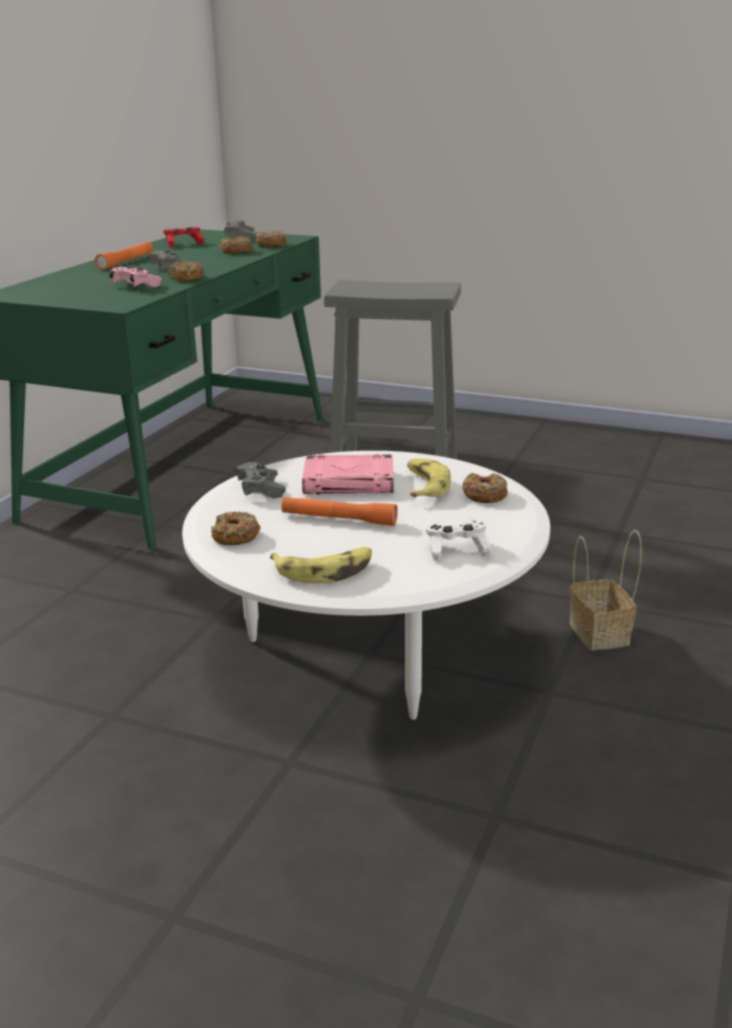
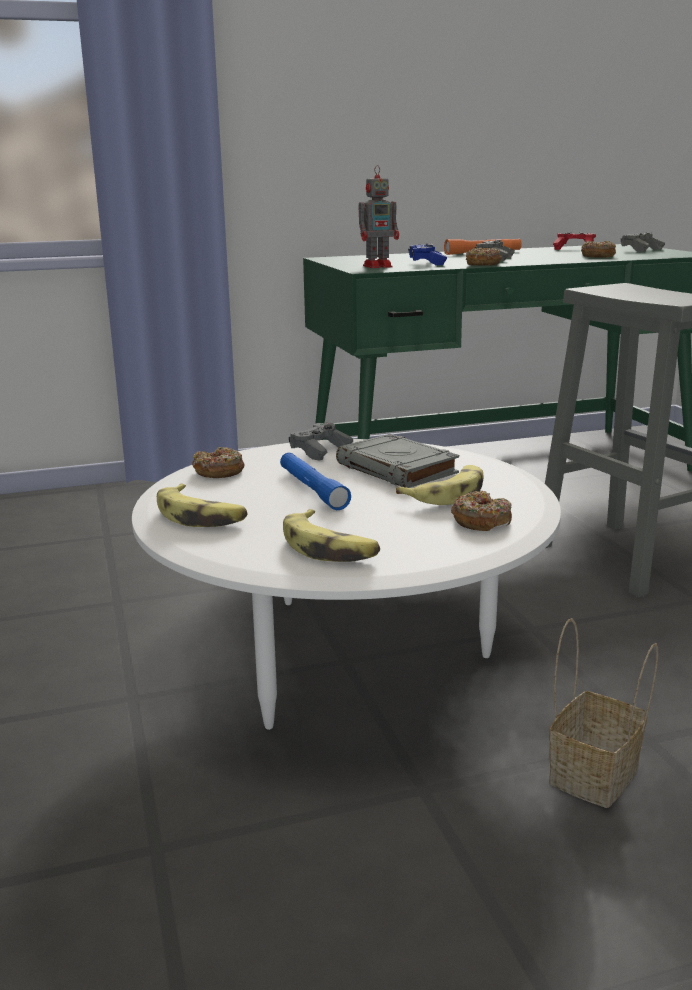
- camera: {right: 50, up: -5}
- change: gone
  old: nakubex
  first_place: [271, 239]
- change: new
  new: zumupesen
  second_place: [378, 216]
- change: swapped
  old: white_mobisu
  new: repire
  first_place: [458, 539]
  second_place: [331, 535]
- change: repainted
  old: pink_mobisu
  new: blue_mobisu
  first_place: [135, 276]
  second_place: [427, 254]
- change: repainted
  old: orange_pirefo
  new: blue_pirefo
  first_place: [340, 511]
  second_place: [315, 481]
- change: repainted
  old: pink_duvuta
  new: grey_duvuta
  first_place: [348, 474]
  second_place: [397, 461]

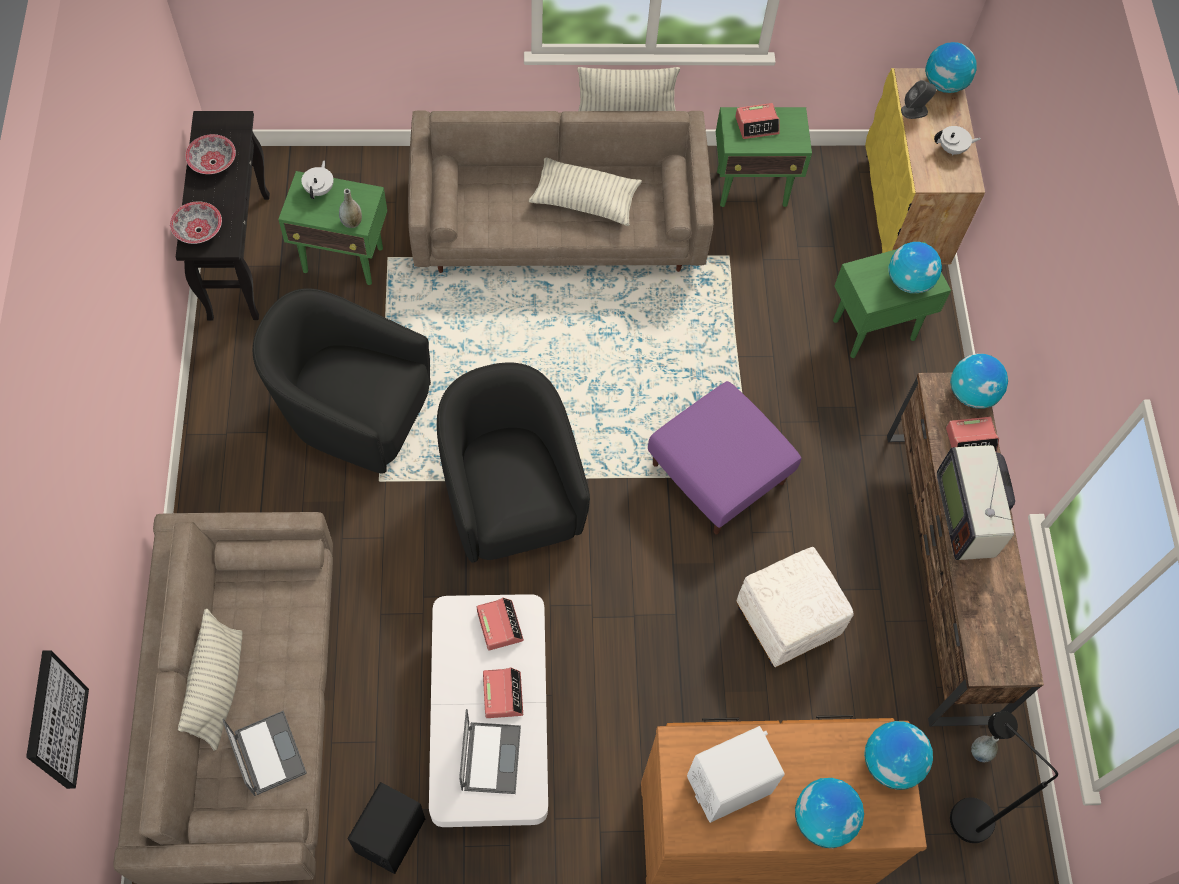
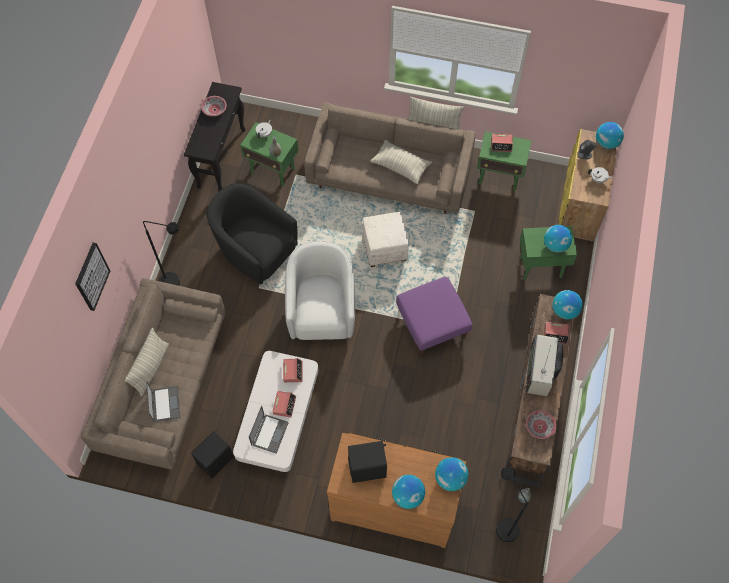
- camera: {right: 20, up: 0}
- change: new
  new: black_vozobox
  second_place: [161, 253]
- change: shifted
  old: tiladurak
  first_place: [57, 719]
  second_place: [92, 276]
- change: shifted
  old: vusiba
  first_place: [196, 222]
  second_place: [541, 424]
- change: shifted
  old: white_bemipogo
  first_place: [795, 607]
  second_place: [385, 239]
- change: repainted
  old: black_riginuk
  new: white_riginuk
  first_place: [513, 462]
  second_place: [320, 290]
- change: repainted
  old: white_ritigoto
  new: black_ritigoto
  first_place: [736, 774]
  second_place: [367, 462]

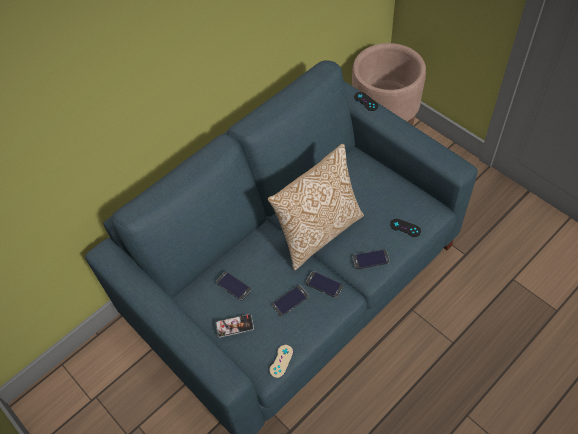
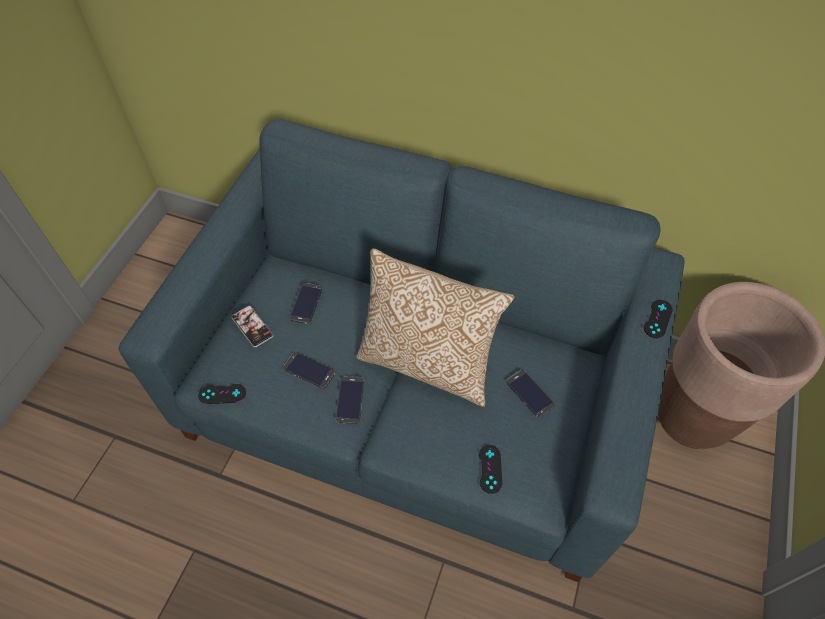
- camera: {right: 60, up: 0}
- change: shifted
  old: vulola
  first_place: [371, 259]
  second_place: [531, 393]
- change: repainted
  old: beige_mobisu
  new: black_mobisu
  first_place: [281, 361]
  second_place: [222, 394]

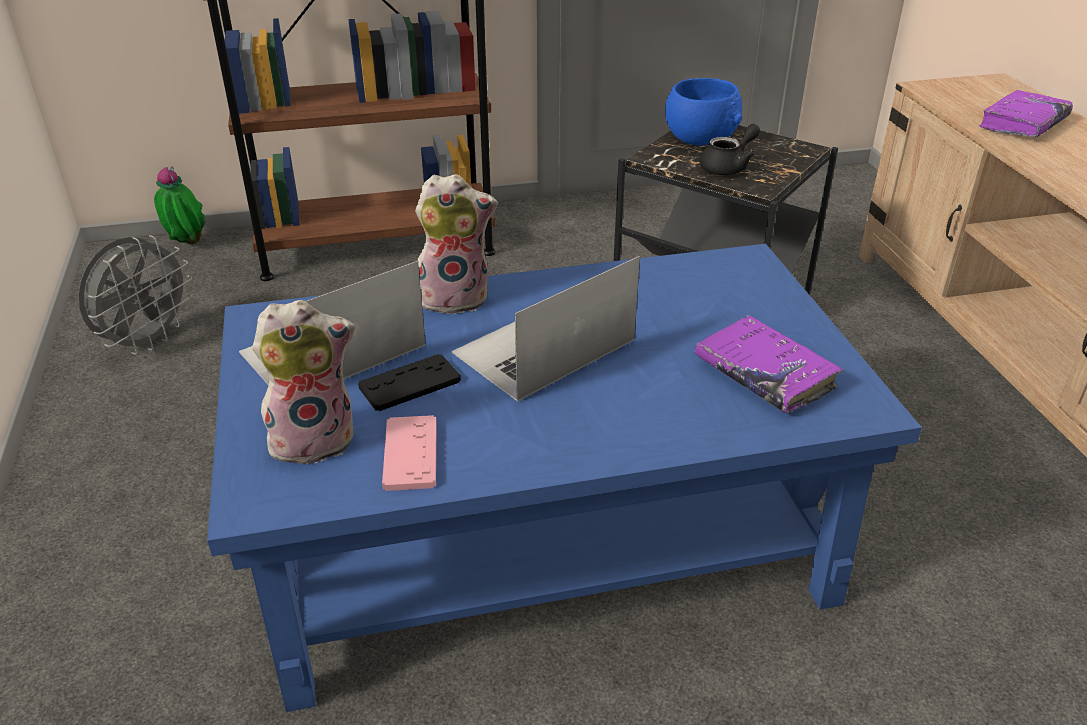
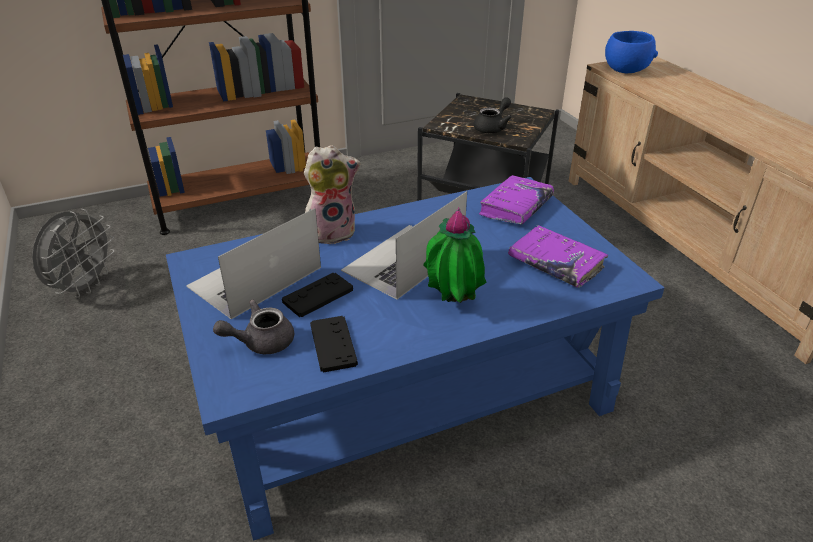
- camera: {right: -10, up: 0}
- change: shifted
  old: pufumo
  first_place: [179, 205]
  second_place: [455, 255]
- change: shifted
  old: blue_vusiba
  first_place: [703, 111]
  second_place: [631, 52]
- change: shifted
  old: purple_duvuta
  first_place: [1026, 113]
  second_place: [516, 199]
- change: swapped
  old: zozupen
  new: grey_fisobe
  first_place: [303, 382]
  second_place: [253, 327]
- change: repainted
  old: pink_mobisu
  new: black_mobisu
  first_place: [409, 453]
  second_place: [334, 344]

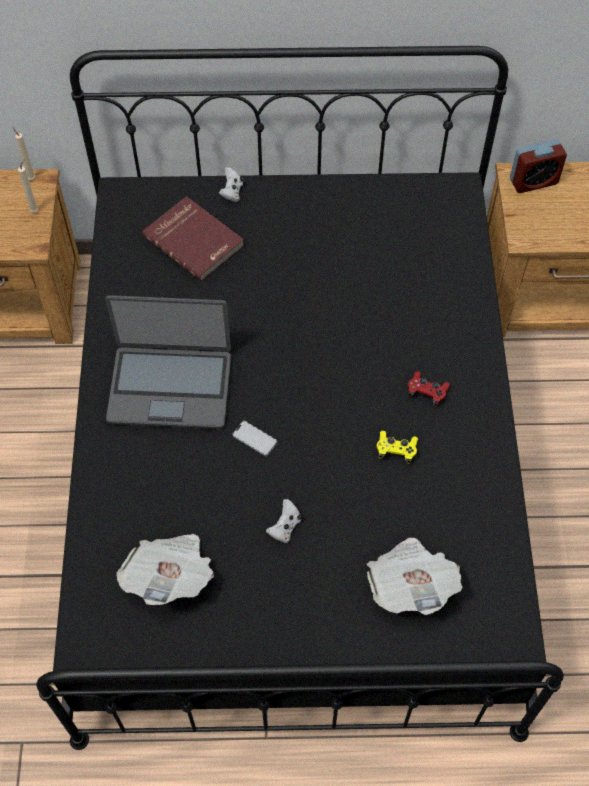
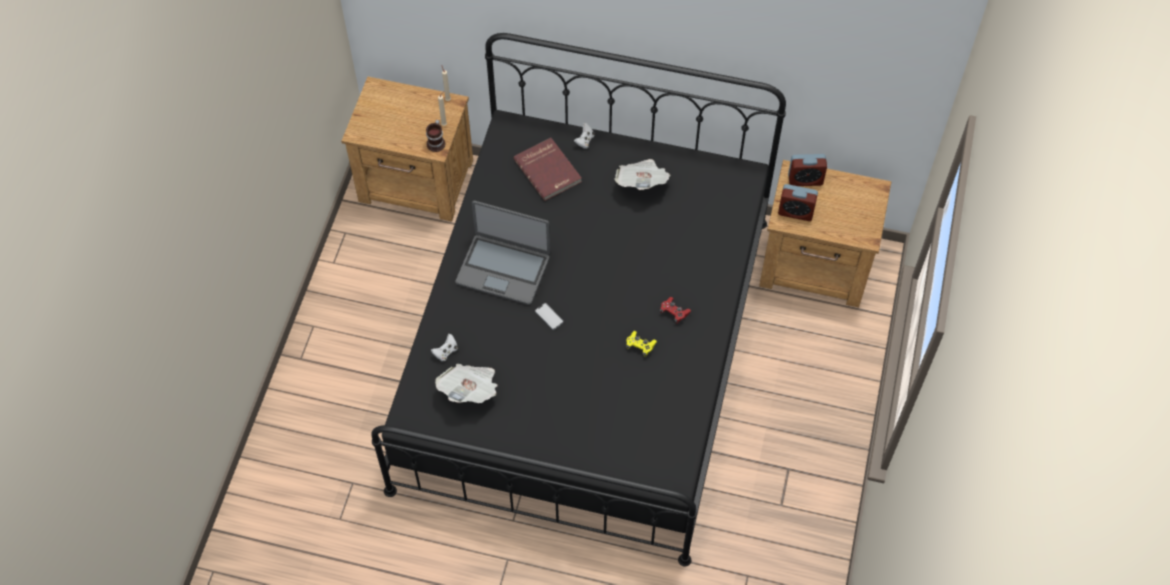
- camera: {right: 15, up: 0}
- change: new
  new: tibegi
  second_place: [435, 136]
- change: new
  new: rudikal
  second_place: [798, 202]
- change: shifted
  old: white_mobisu
  first_place: [284, 521]
  second_place: [444, 348]
- change: shifted
  old: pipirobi
  first_place: [415, 576]
  second_place: [642, 174]

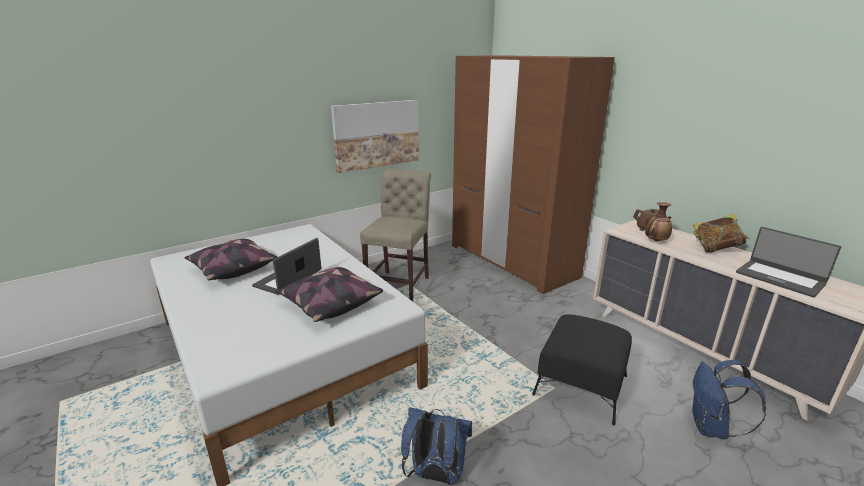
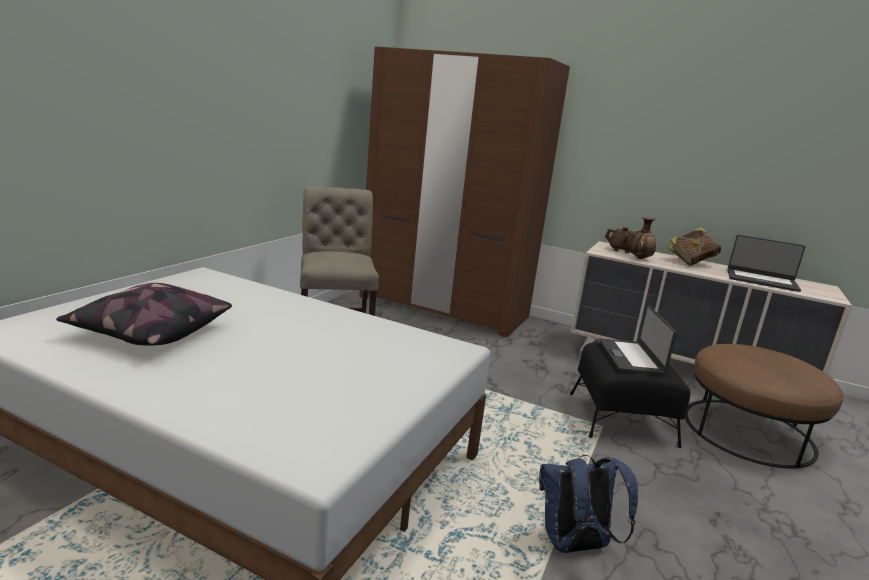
- camera: {right: -30, up: -5}
- change: gone
  old: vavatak
  first_place: [329, 294]
- change: gone
  old: tiladurak
  first_place: [375, 136]
- change: shifted
  old: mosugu
  first_place: [286, 266]
  second_place: [638, 340]
- change: swapped
  old: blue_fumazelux
  new: brown_bemipogo
  first_place: [729, 399]
  second_place: [764, 406]

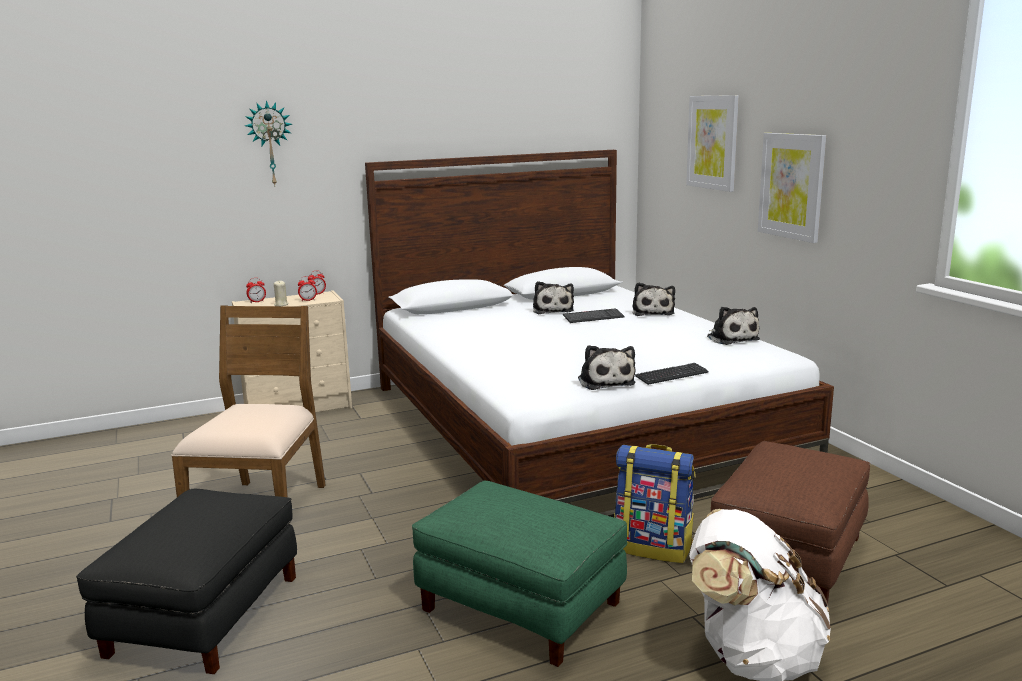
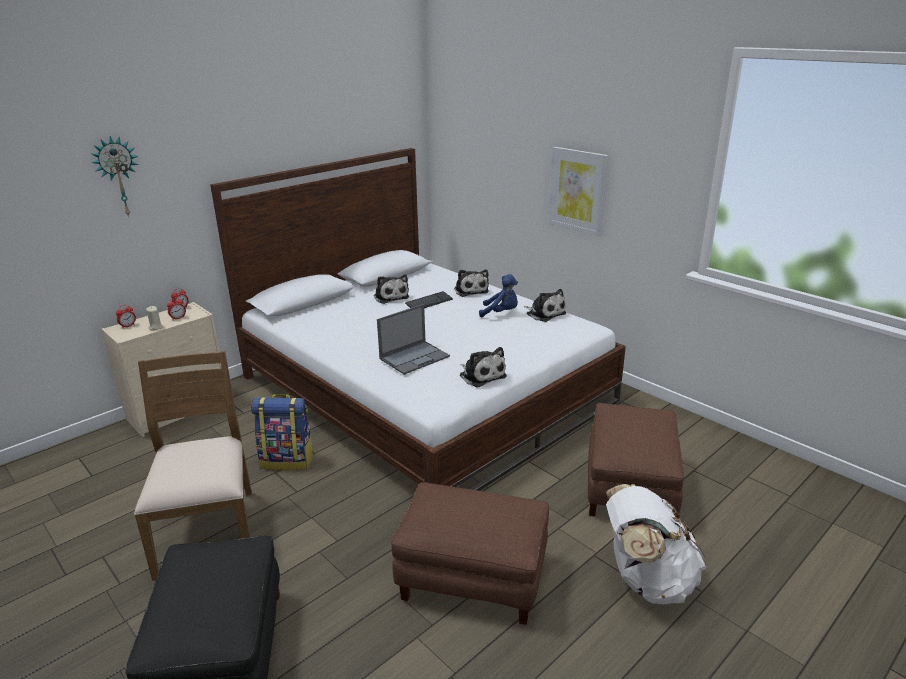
- camera: {right: -20, up: 10}
- change: gone
  old: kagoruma
  first_place: [672, 374]
- change: gone
  old: tiladurak
  first_place: [712, 143]
- change: new
  new: mosugu
  second_place: [413, 339]
- change: new
  new: blue_zozupen
  second_place: [498, 295]
- change: shifted
  old: fumazelux
  first_place: [654, 503]
  second_place: [282, 432]
- change: repainted
  old: green_bemipogo
  new: brown_bemipogo
  first_place: [520, 574]
  second_place: [470, 553]

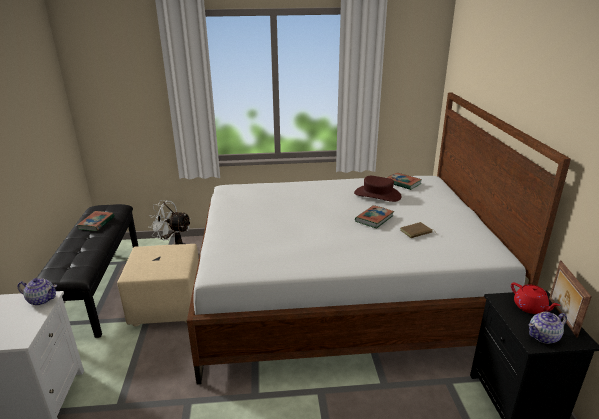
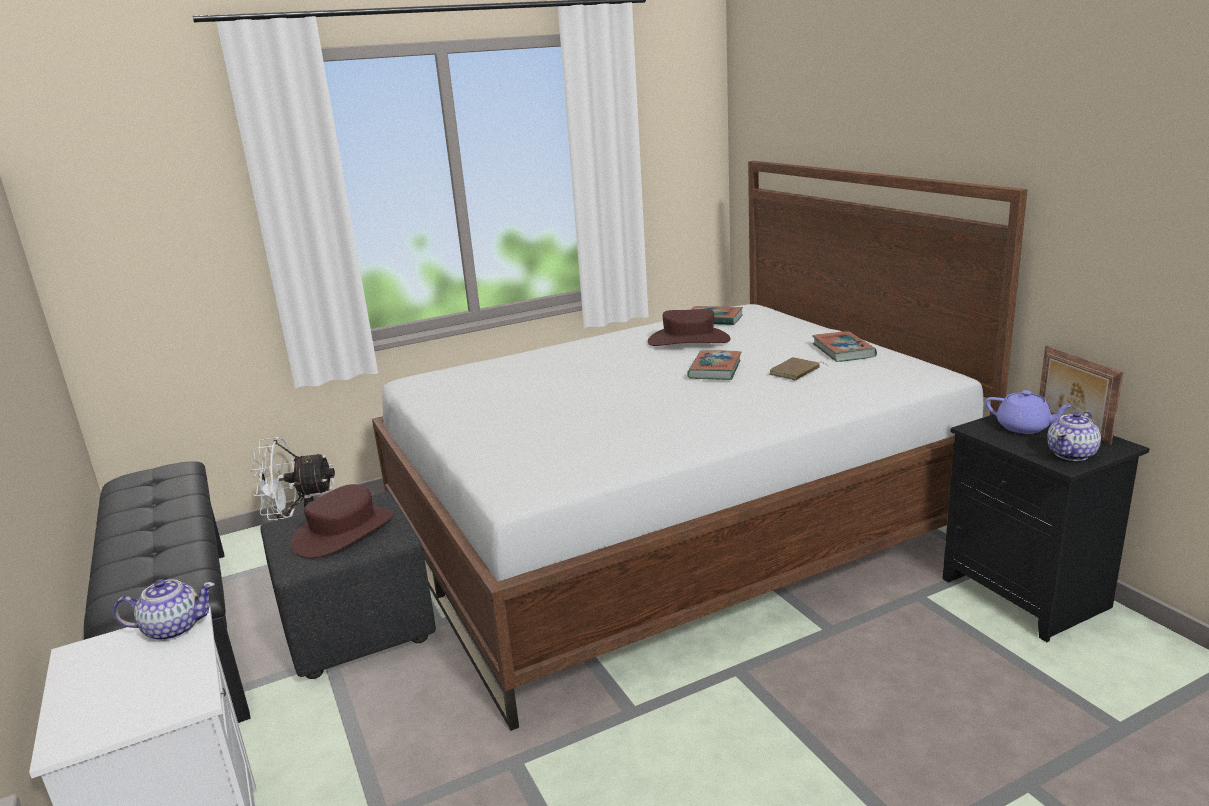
- camera: {right: -20, up: -5}
- change: new
  new: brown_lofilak
  second_place: [341, 521]
- change: shifted
  old: duvuta
  first_place: [96, 221]
  second_place: [844, 346]
- change: repainted
  old: beige_bemipogo
  new: black_bemipogo
  first_place: [158, 285]
  second_place: [348, 585]
- change: repainted
  old: red_fisobe
  new: purple_fisobe
  first_place: [536, 298]
  second_place: [1029, 412]

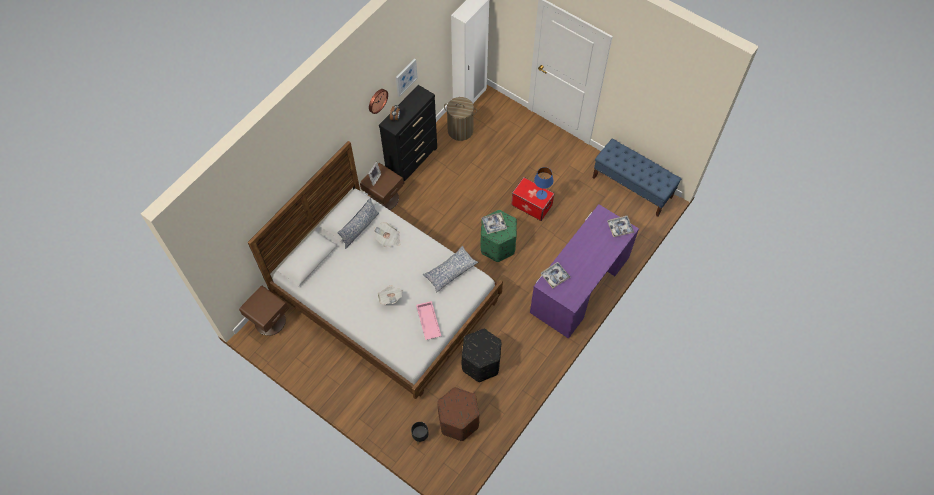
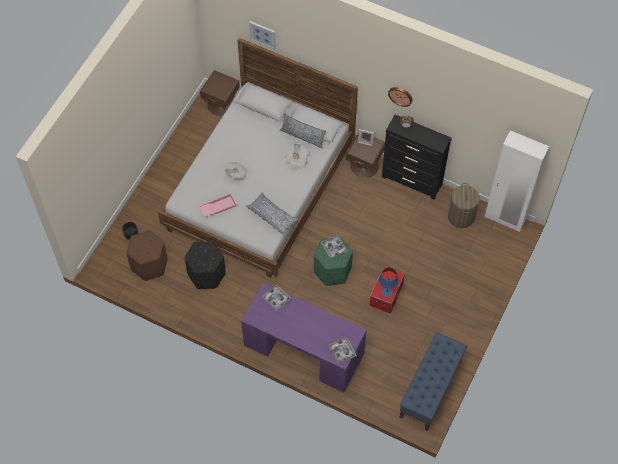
- camera: {right: 80, up: 0}
- change: shifted
  old: tiladurak
  first_place: [407, 78]
  second_place: [262, 35]

